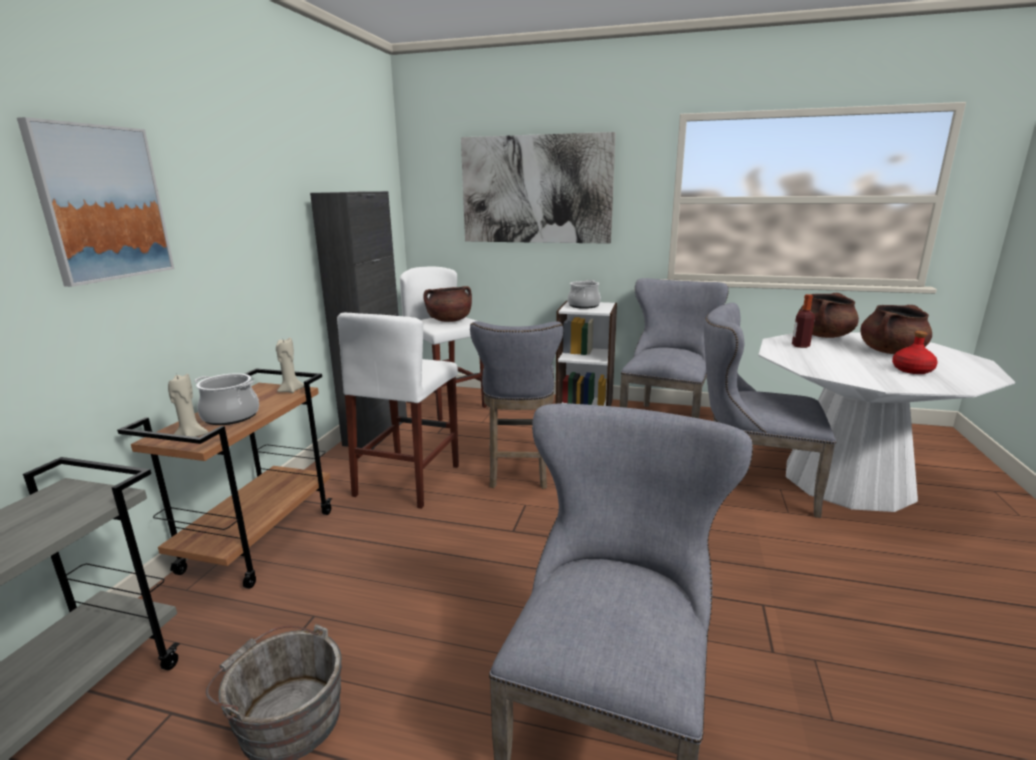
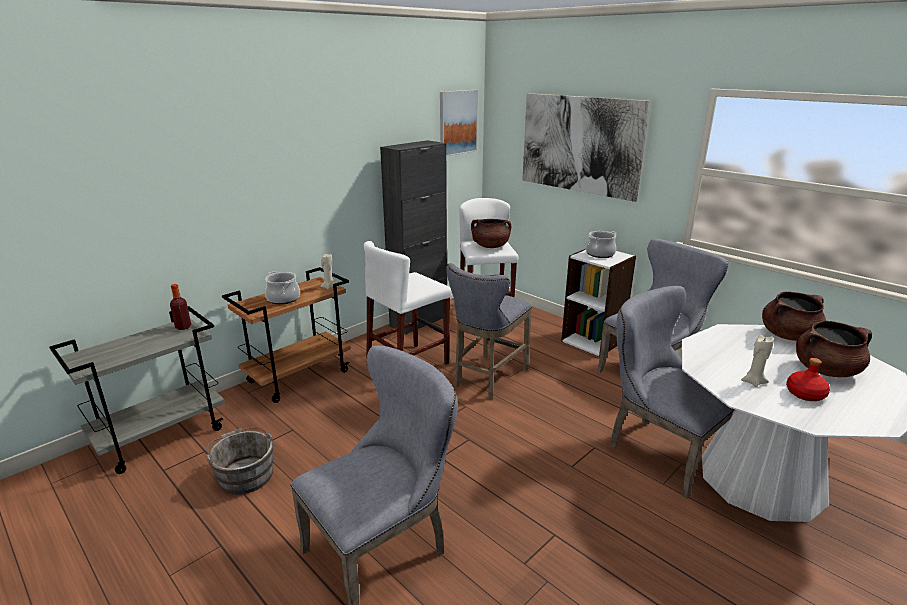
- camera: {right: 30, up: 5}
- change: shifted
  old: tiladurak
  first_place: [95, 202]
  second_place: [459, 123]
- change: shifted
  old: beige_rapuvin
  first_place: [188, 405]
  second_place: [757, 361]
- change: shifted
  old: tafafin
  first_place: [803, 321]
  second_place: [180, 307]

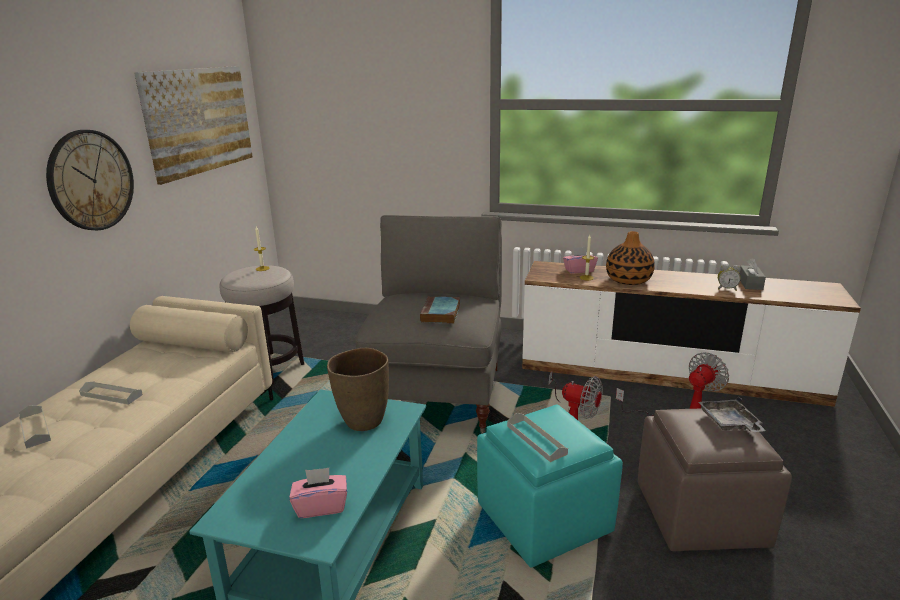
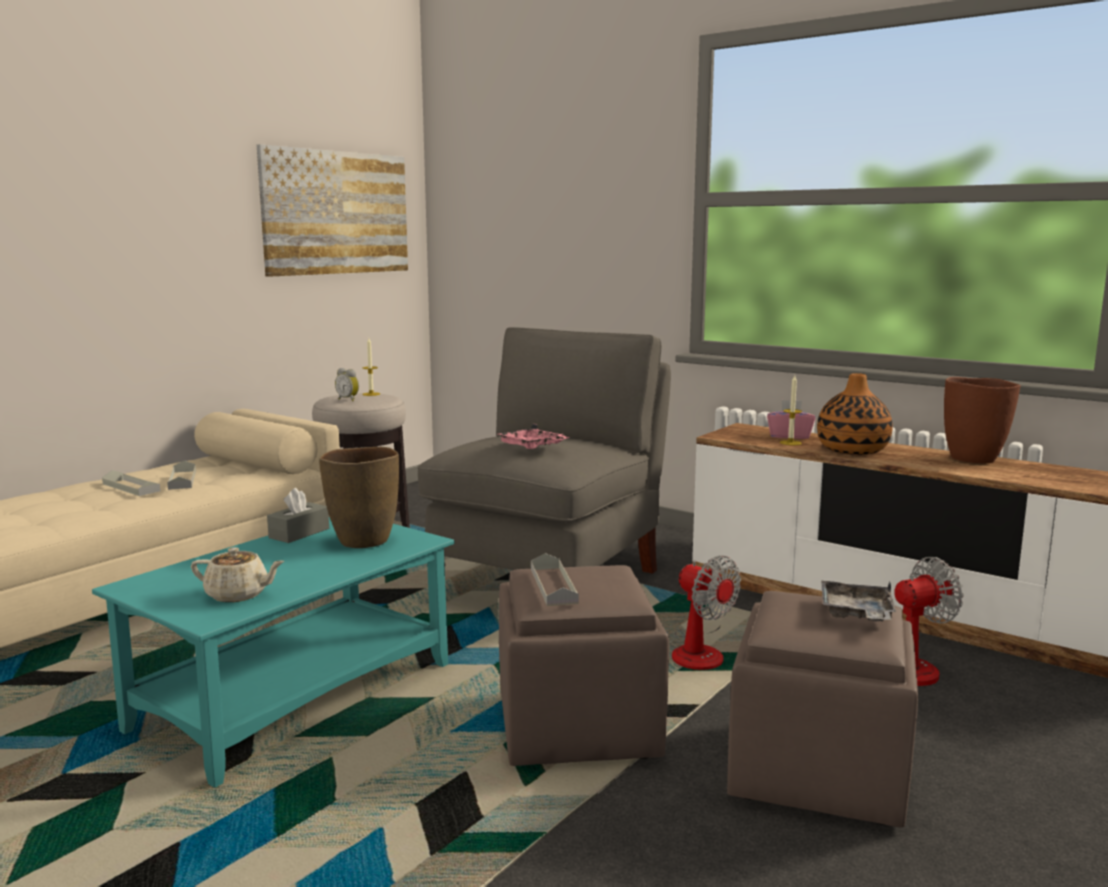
- camera: {right: 20, up: -10}
- change: gone
  old: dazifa
  first_place: [90, 180]
- change: new
  new: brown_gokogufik
  second_place: [982, 420]
- change: shifted
  old: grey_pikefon
  first_place: [34, 427]
  second_place: [181, 475]
- change: shifted
  old: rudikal
  first_place: [729, 277]
  second_place: [347, 384]
- change: shifted
  old: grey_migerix
  first_place: [752, 274]
  second_place: [298, 515]
- change: swapped
  old: pink_migerix
  new: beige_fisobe
  first_place: [318, 493]
  second_place: [238, 574]
- change: swapped
  old: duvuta
  new: pink_pikefon
  first_place: [440, 310]
  second_place: [534, 436]
- change: repainted
  old: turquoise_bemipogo
  new: brown_bemipogo
  first_place: [550, 485]
  second_place: [584, 665]

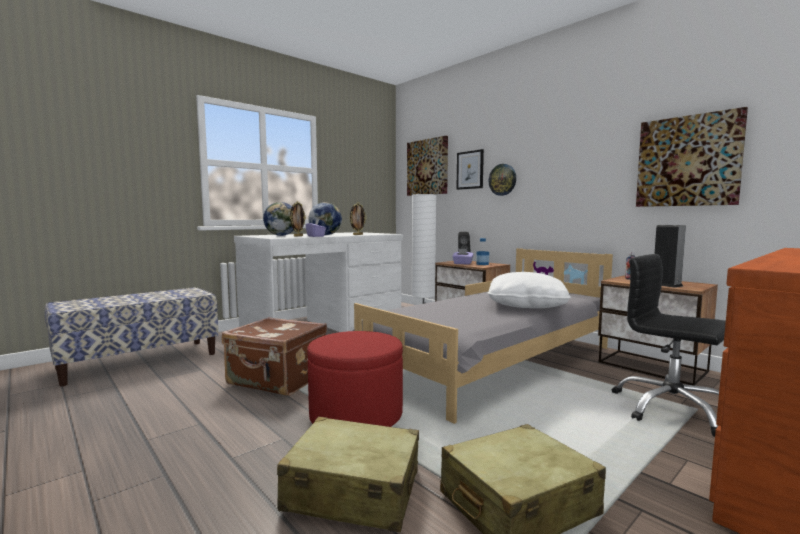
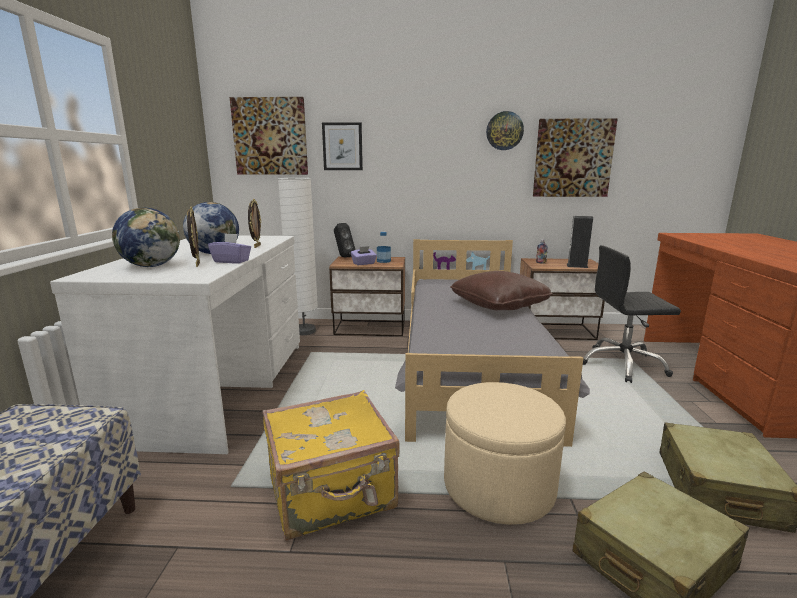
- camera: {right: -45, up: 10}
- change: shifted
  old: dazifa
  first_place: [502, 180]
  second_place: [505, 130]
- change: repainted
  old: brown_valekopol
  new: yellow_valekopol
  first_place: [274, 356]
  second_place: [331, 465]
- change: repainted
  old: red_bemipogo
  new: beige_bemipogo
  first_place: [355, 379]
  second_place: [505, 453]
- change: repainted
  old: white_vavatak
  new: brown_vavatak
  first_place: [529, 290]
  second_place: [501, 290]

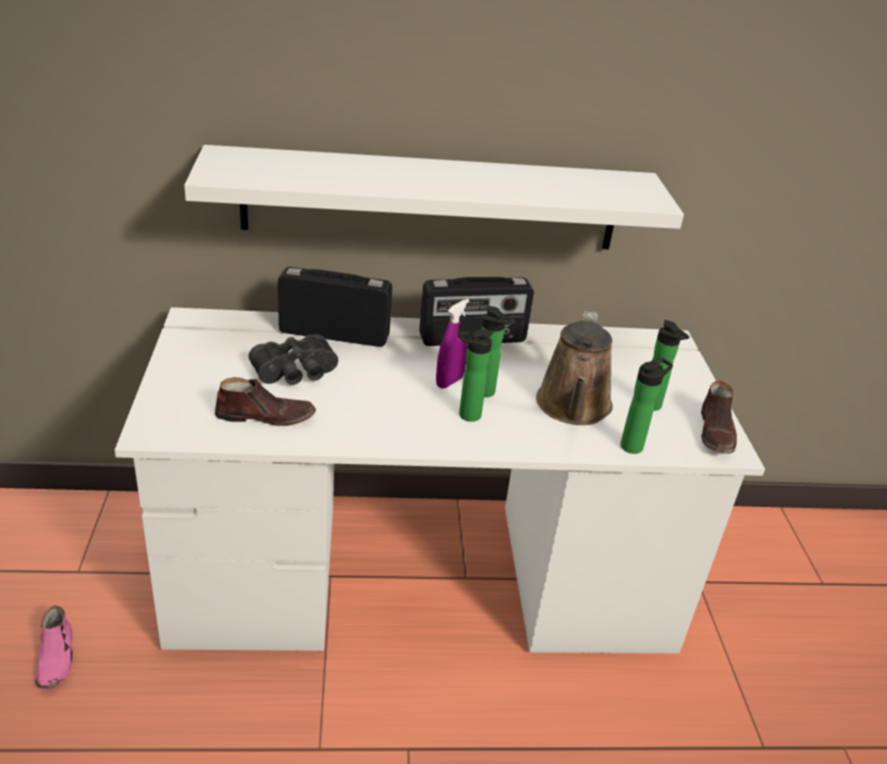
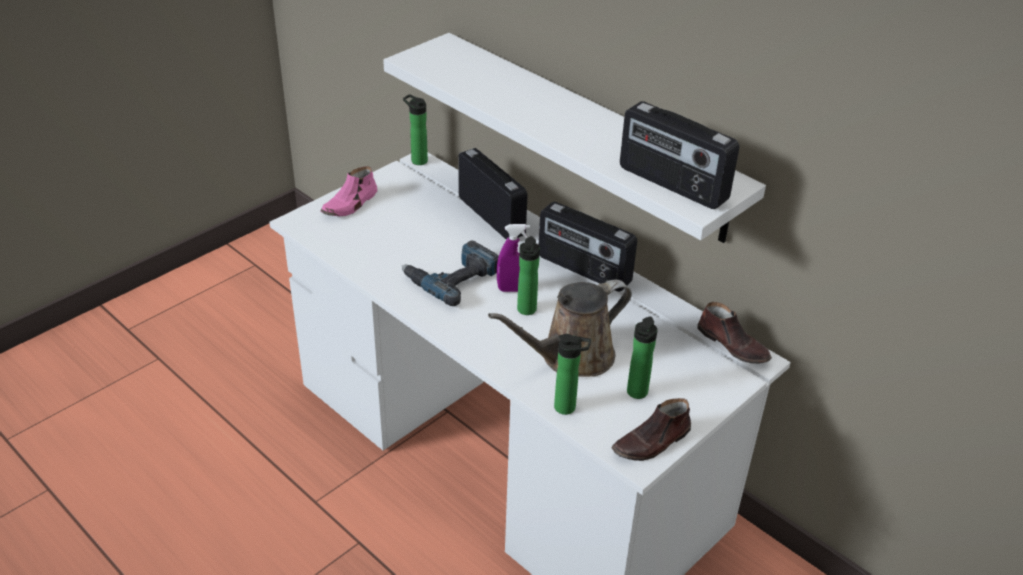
- camera: {right: 50, up: 5}
- change: gone
  old: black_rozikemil
  first_place: [293, 359]
- change: new
  new: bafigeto
  second_place: [450, 273]
- change: new
  new: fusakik
  second_place: [679, 155]
- change: shifted
  old: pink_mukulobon
  first_place: [54, 647]
  second_place: [349, 191]
- change: shifted
  old: brown_mukulobon
  first_place: [265, 401]
  second_place: [734, 333]
- change: shifted
  old: tafafin
  first_place: [476, 375]
  second_place: [415, 129]

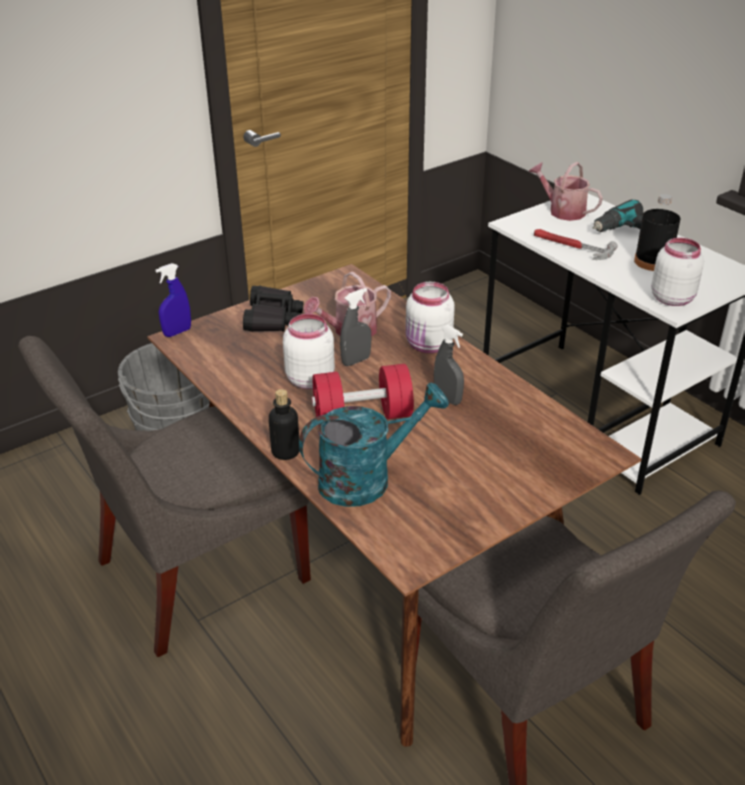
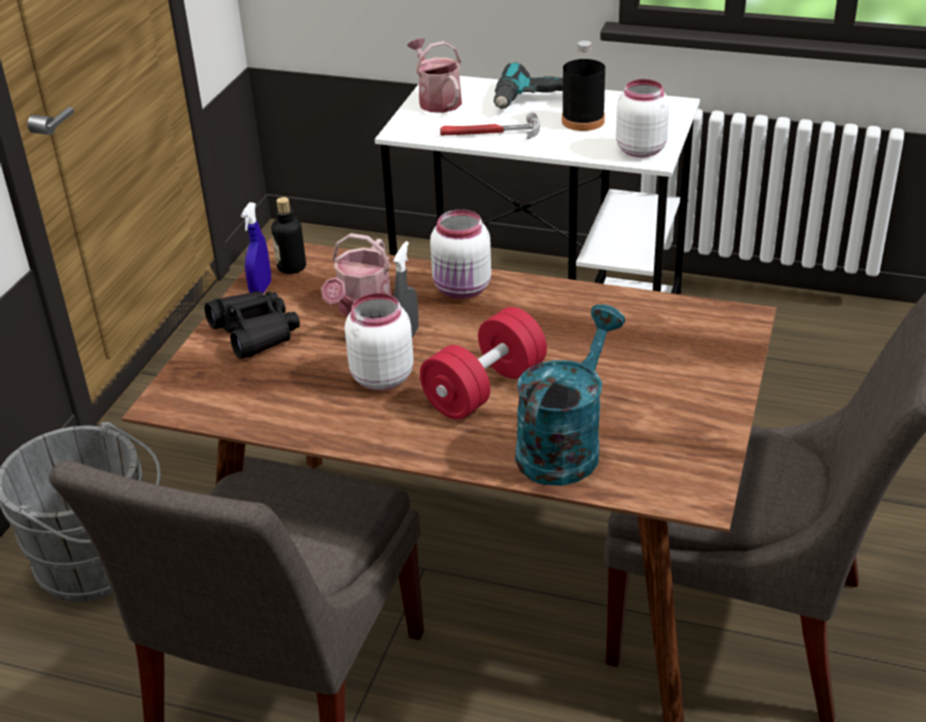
- camera: {right: -35, up: 0}
- change: gone
  old: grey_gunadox
  first_place: [449, 365]
- change: shifted
  old: blue_gunadox
  first_place: [173, 300]
  second_place: [256, 248]
- change: shifted
  old: tafafin
  first_place: [284, 424]
  second_place: [288, 235]
- change: rotated
  old: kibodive
  first_place: [565, 191]
  second_place: [434, 75]
  degrees: 60

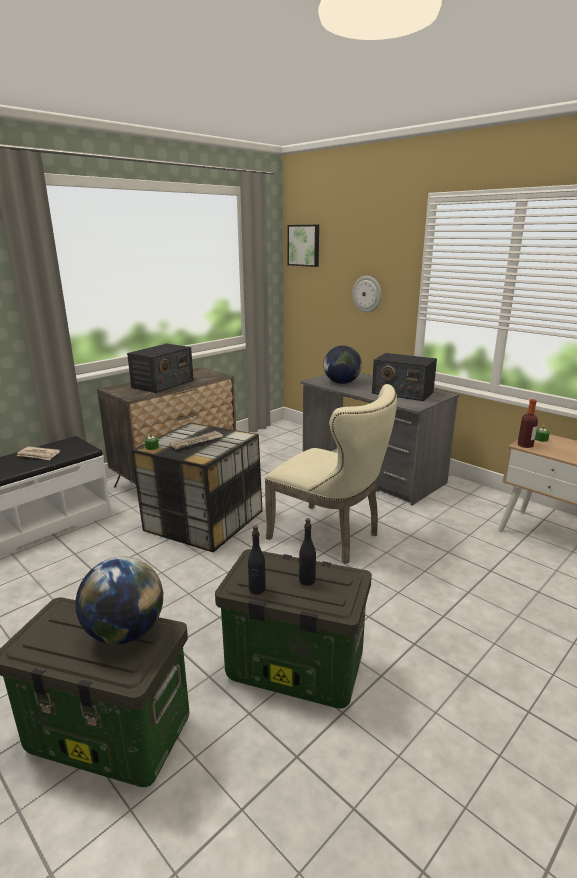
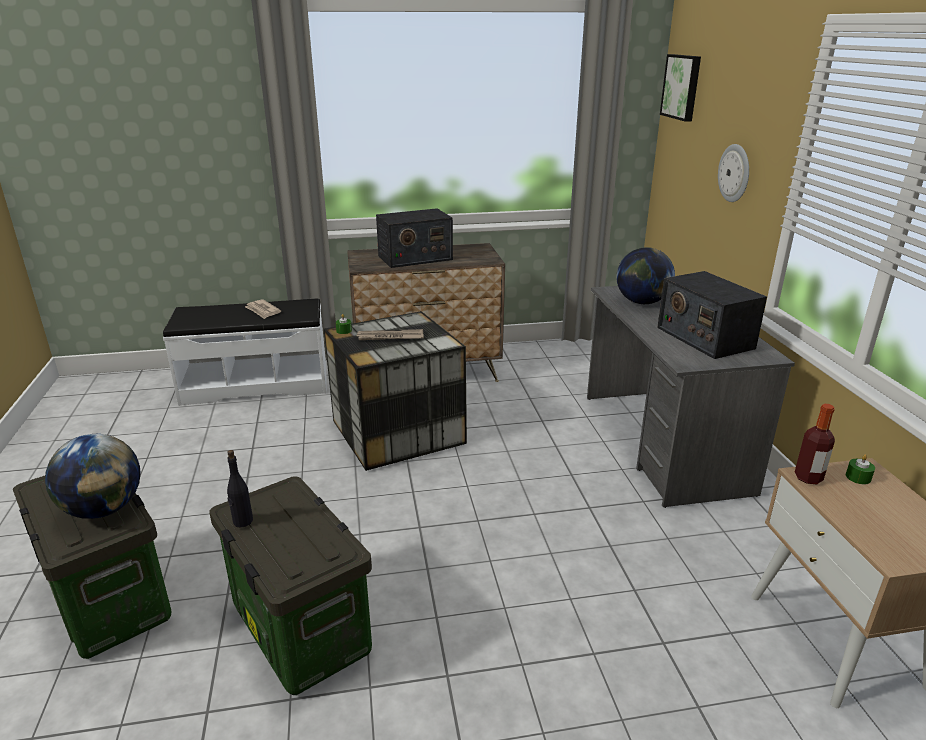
- camera: {right: 35, up: 5}
- change: gone
  old: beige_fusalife
  first_place: [331, 474]
- change: gone
  old: black_tafafin
  first_place: [307, 552]

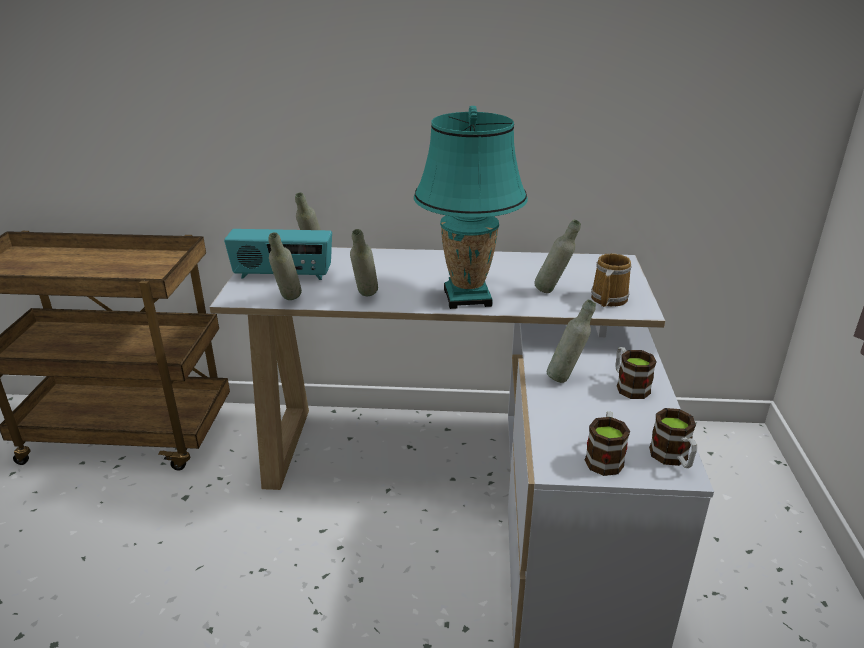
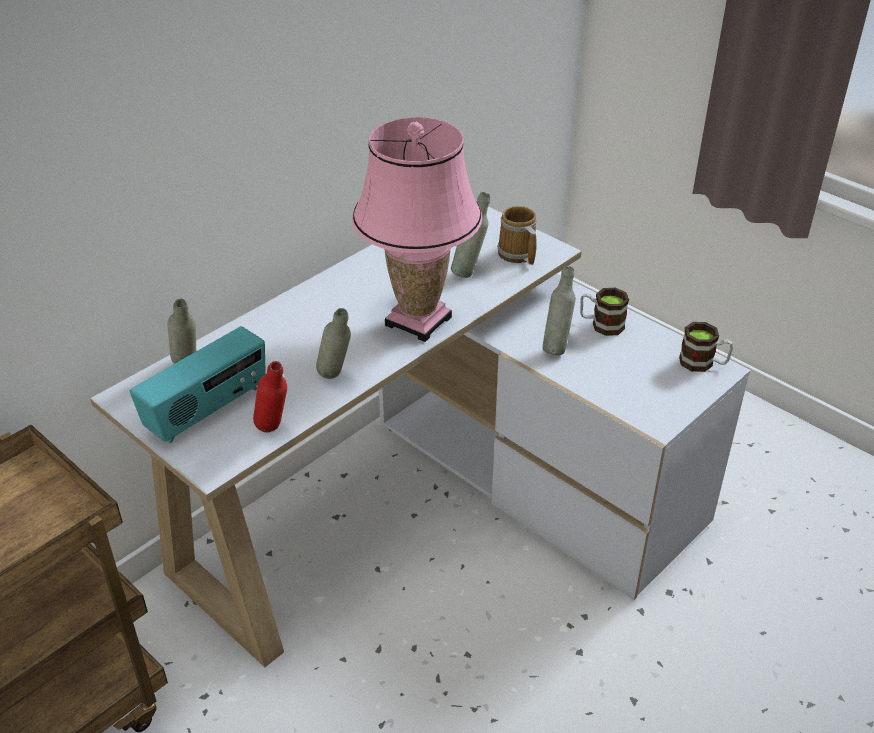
- camera: {right: -50, up: 10}
- change: gone
  old: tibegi
  first_place: [607, 444]
- change: repainted
  old: grey_tafafin
  new: red_tafafin
  first_place: [285, 266]
  second_place: [270, 396]
- change: repainted
  old: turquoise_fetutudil
  new: pink_fetutudil
  first_place: [471, 207]
  second_place: [417, 229]

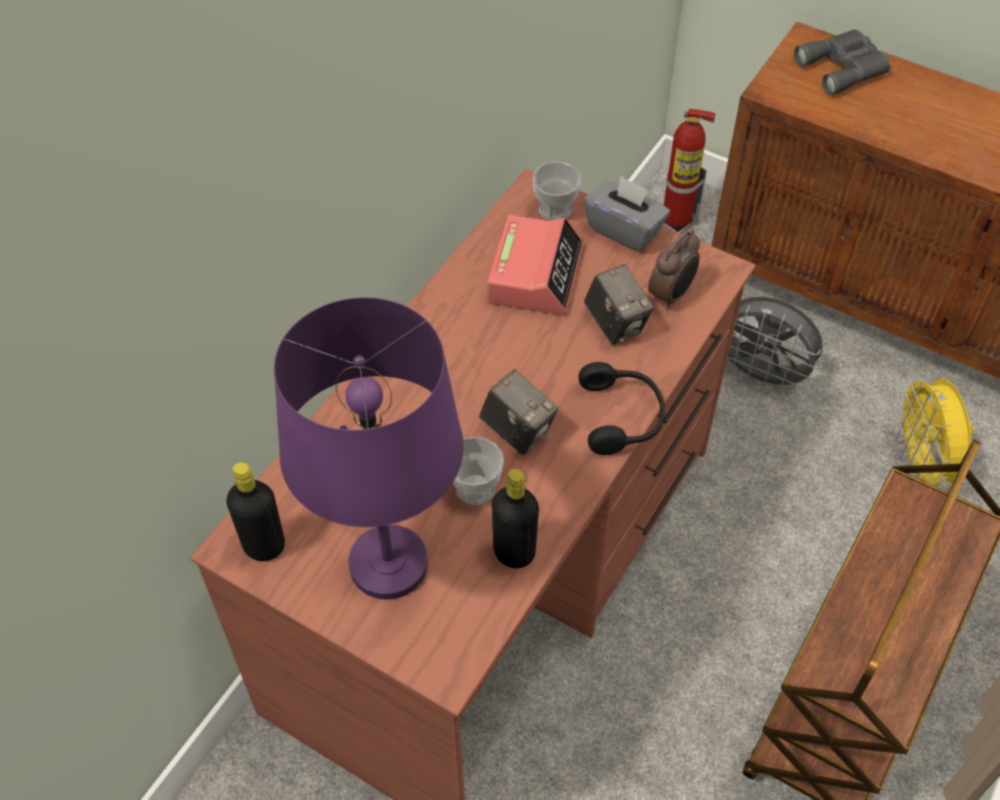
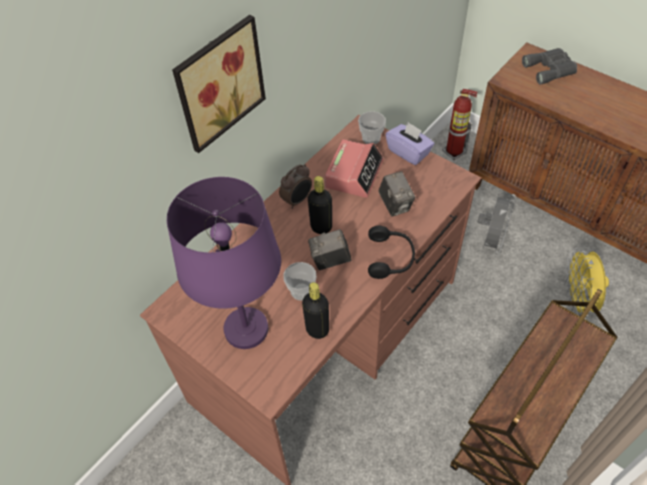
- camera: {right: 10, up: 0}
- change: new
  new: tiladurak
  second_place: [219, 84]
- change: shifted
  old: black_tafafin
  first_place: [255, 511]
  second_place: [320, 205]
- change: shifted
  old: rudikal
  first_place: [674, 269]
  second_place: [295, 186]
- change: repainted
  old: grey_migerix
  new: purple_migerix
  first_place: [627, 214]
  second_place: [410, 143]
- change: rotated
  old: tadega
  first_place: [518, 412]
  second_place: [329, 249]
  degrees: 120
- change: rotated
  old: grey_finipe
  first_place: [775, 344]
  second_place: [496, 225]
  degrees: -105

